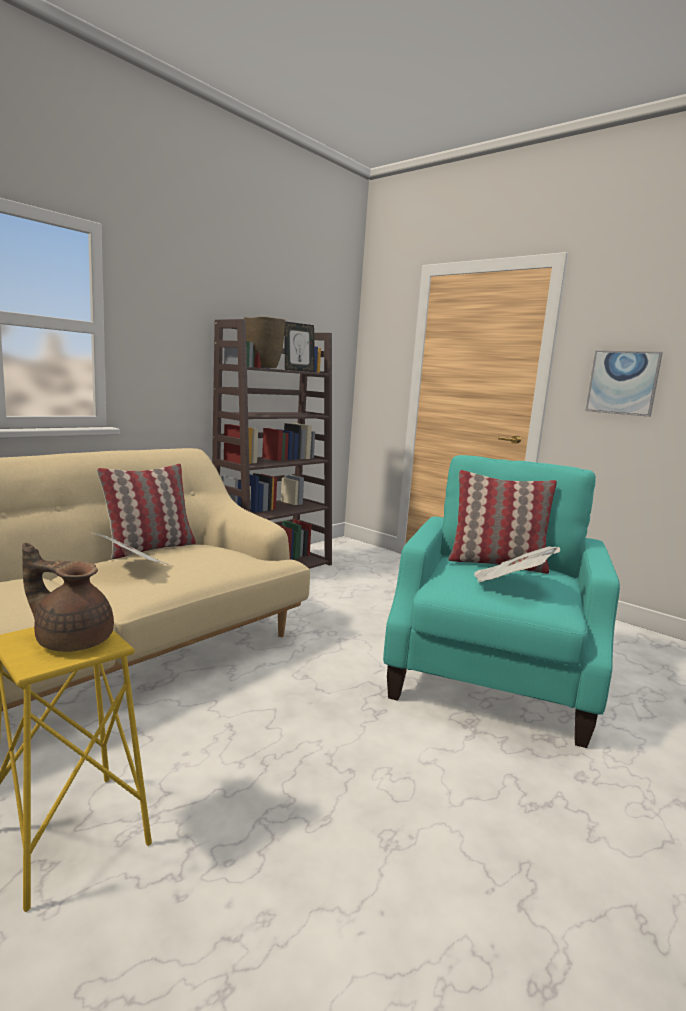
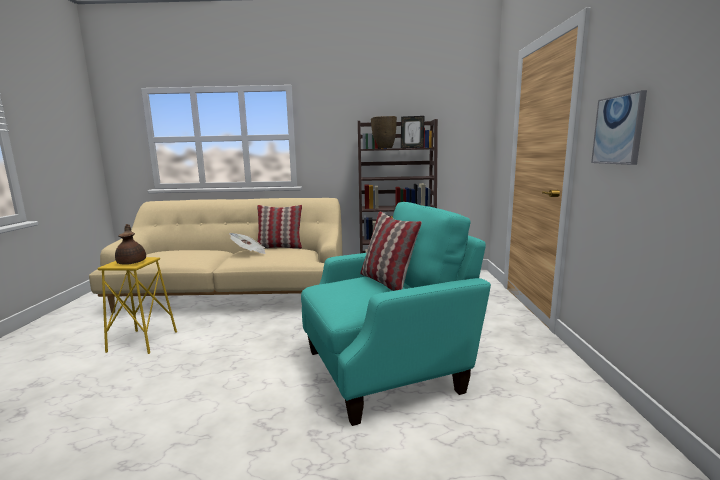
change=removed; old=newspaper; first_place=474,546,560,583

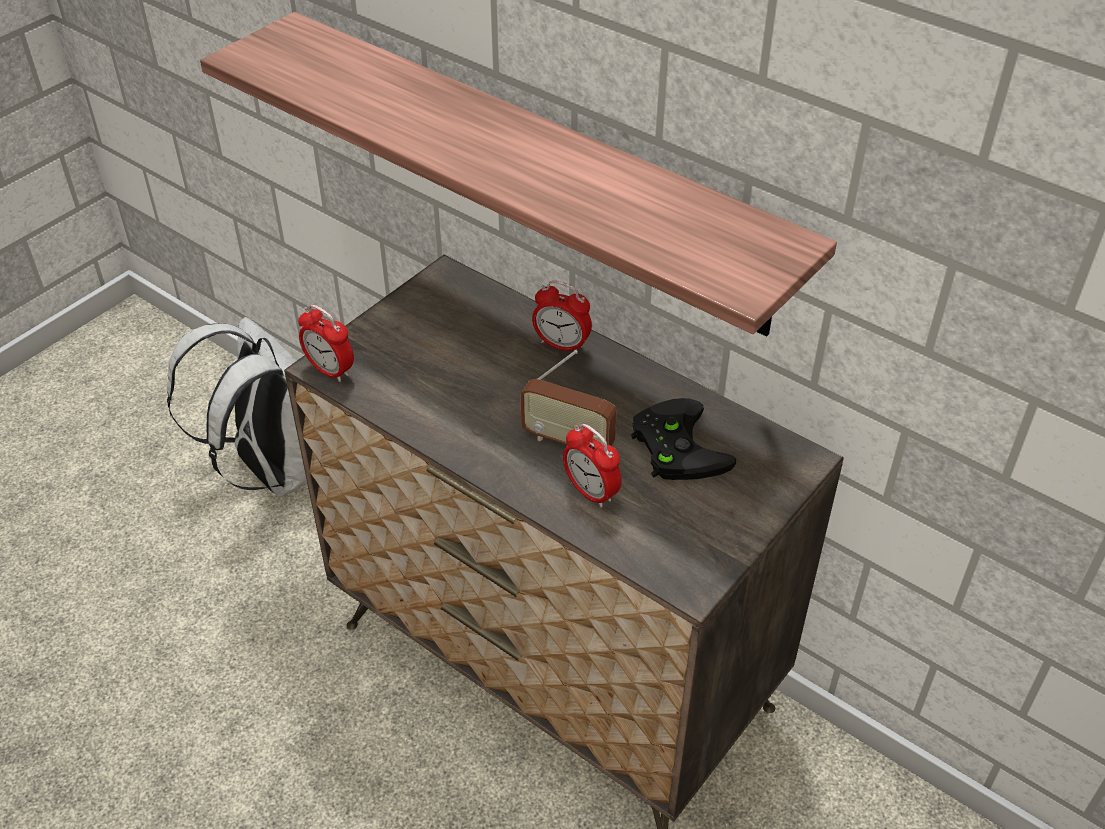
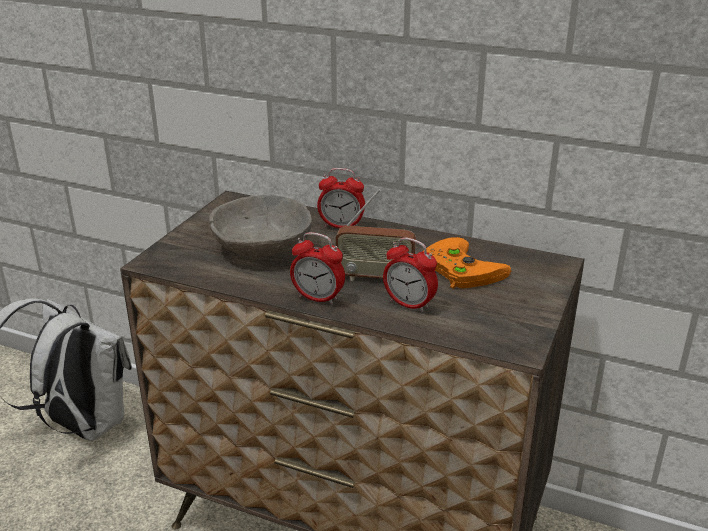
change=added; new=greyish deep dish; second_place=209,195,312,257
change=moved; old=table clock; first_place=298,305,354,382; second_place=290,232,345,305
change=recoloured; old=black-coloured joypad; new=orangey joypad; first_place=631,398,736,480; second_place=422,237,511,289
change=removed; old=wall shelf; first_place=200,12,837,337

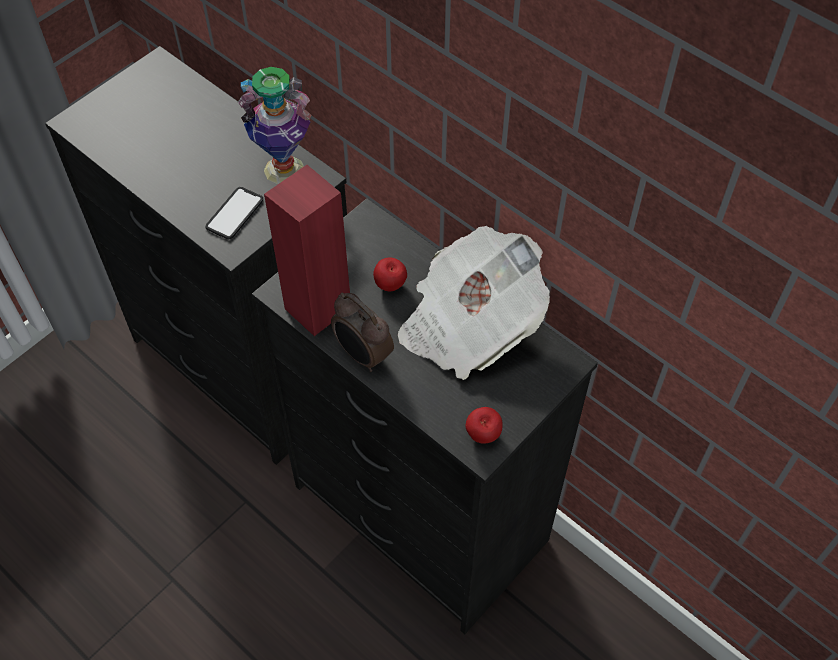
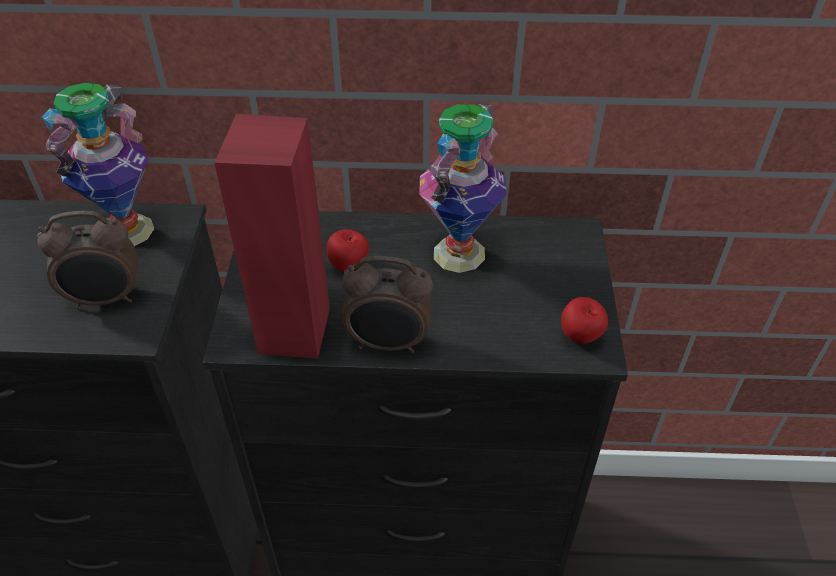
change=replaced; old=phone; new=table clock; first_place=205,187,263,239; second_place=37,210,138,309
change=replaced; old=newspaper; new=decorative vase; first_place=398,226,550,380; second_place=419,103,507,273

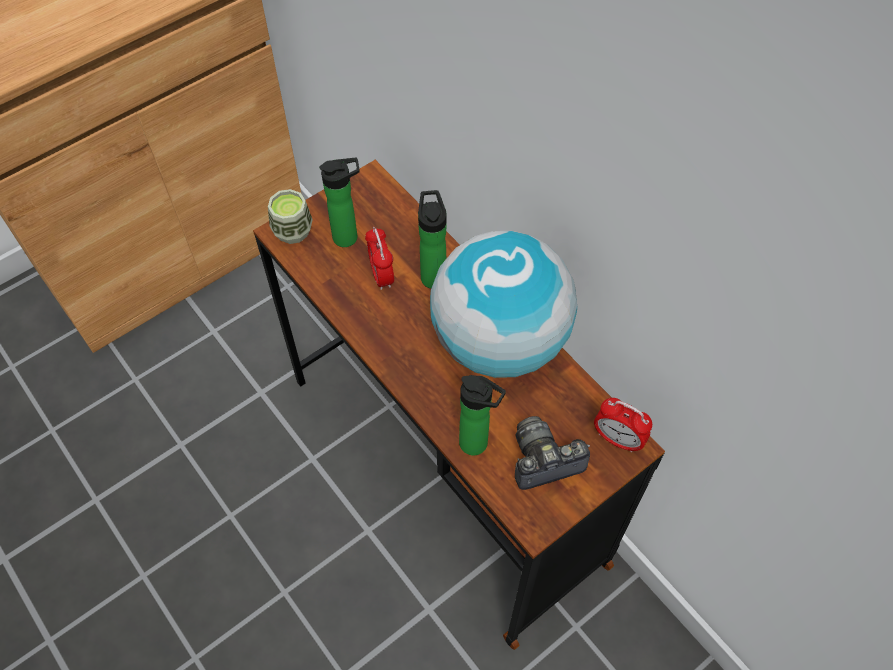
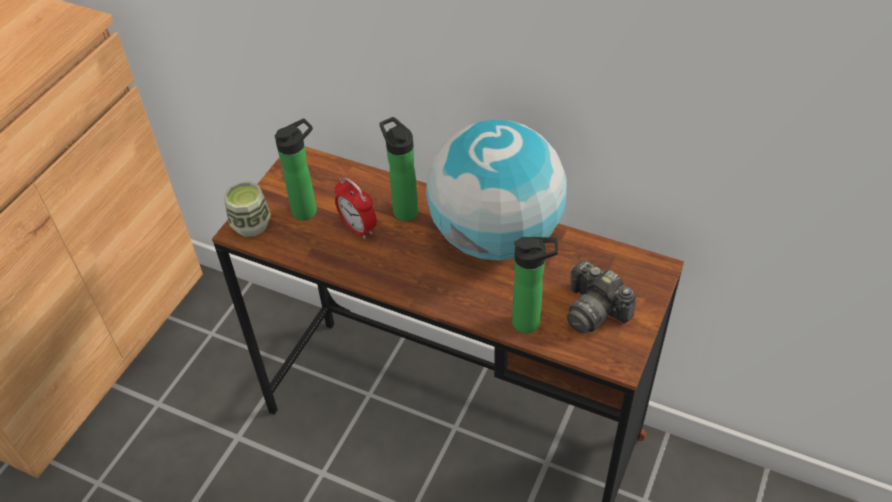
change=turned; old=photo camera; first_place=515,416,590,490; second_place=567,260,636,333; degrees=-90
change=removed; old=table clock; first_place=594,398,652,452

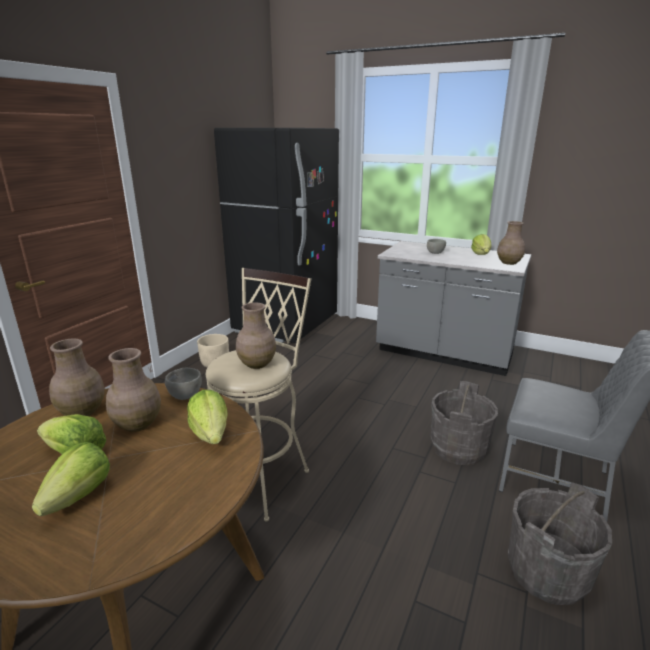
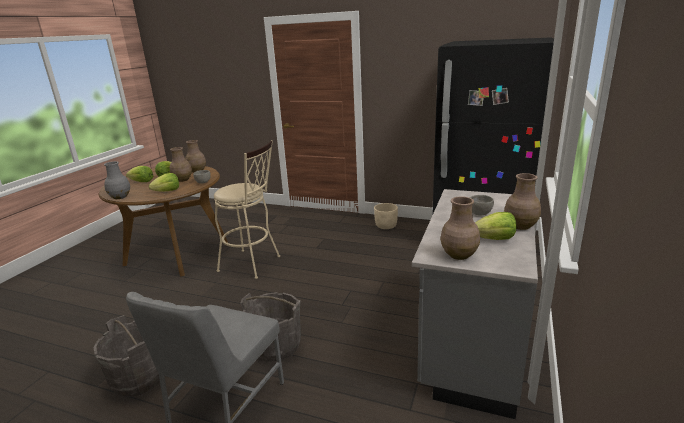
change=added; new=greyish decorative vase; second_place=104,161,130,199
change=moved; old=brown decorative vase; first_place=236,302,276,369; second_place=504,173,541,230

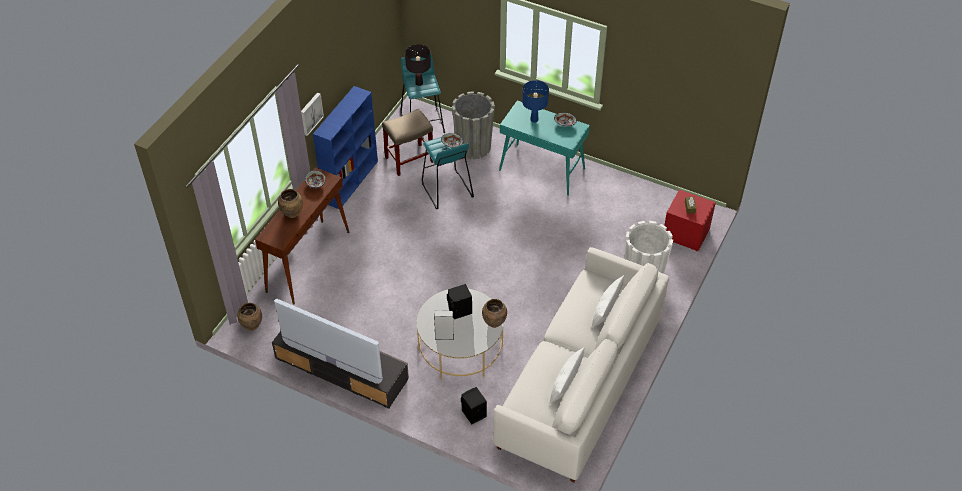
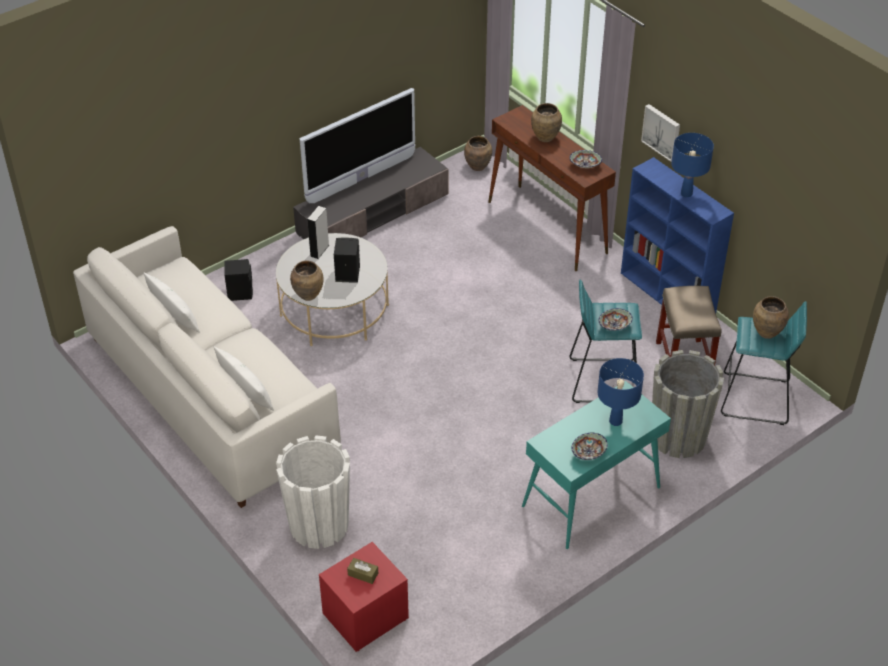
change=added; new=blue-coloured table lamp; second_place=671,133,714,197
change=replaced; old=black-coloured table lamp; new=brown decorative vase; first_place=405,44,431,86; second_place=753,296,789,339

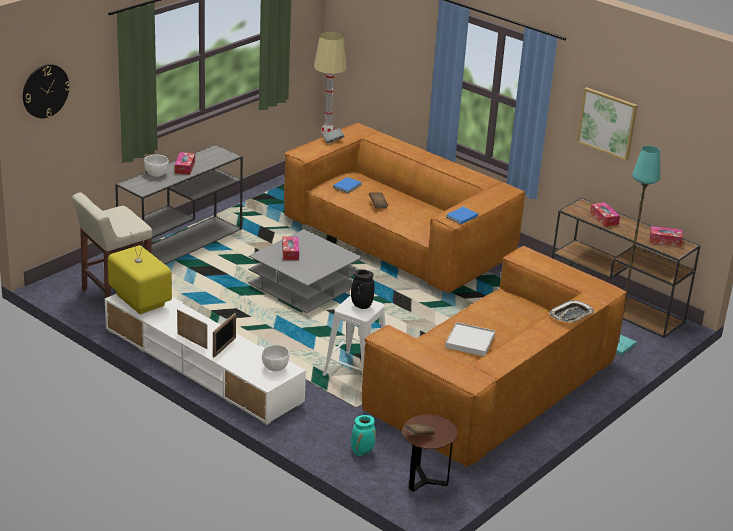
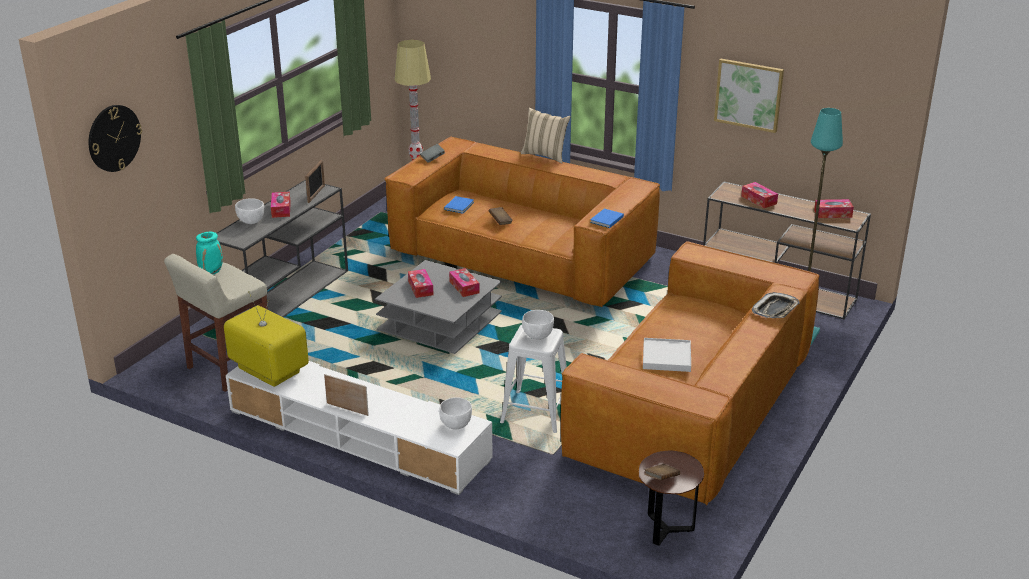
change=moved; old=turquoise decorative vase; first_place=351,415,376,456; second_place=196,232,223,275
change=moved; old=photo frame; first_place=213,313,236,358; second_place=305,160,325,203
change=added; new=tissue holder; second_place=449,268,480,297
change=added; new=sand-coloured pillow; second_place=521,108,571,163
change=replaced; old=black-coloured decorative vase; new=white deep dish; first_place=351,269,375,309; second_place=522,310,554,339

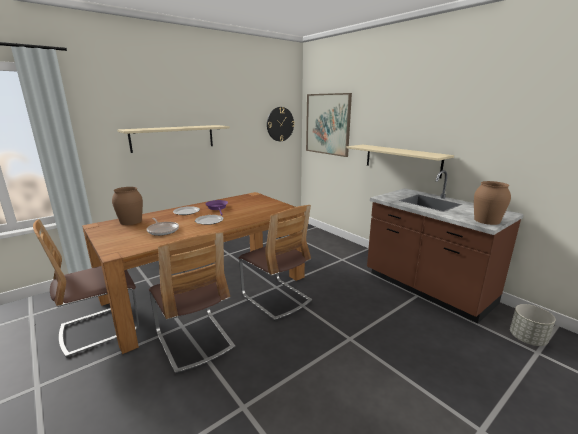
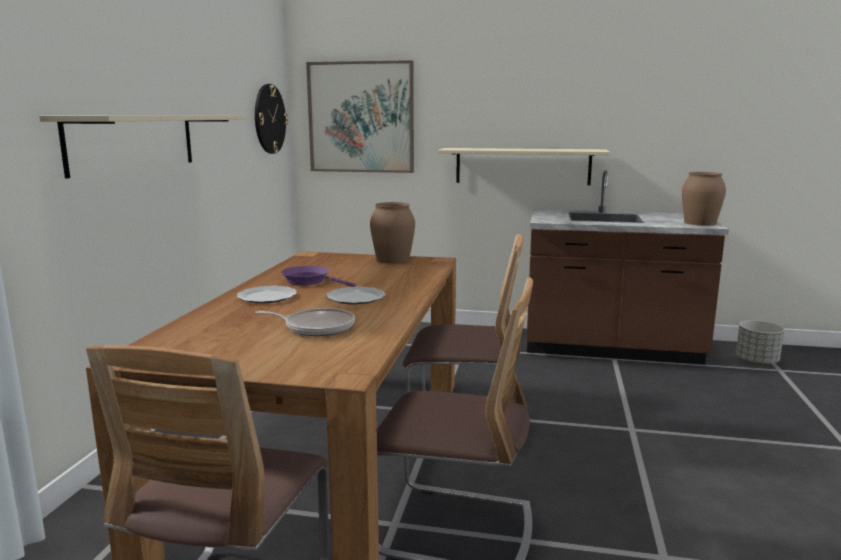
change=moved; old=brown decorative vase; first_place=112,187,143,225; second_place=370,202,415,263

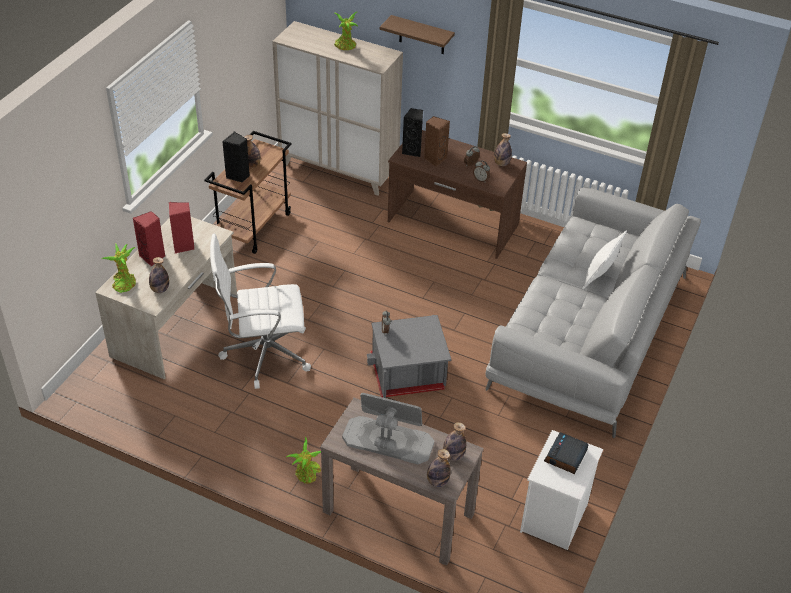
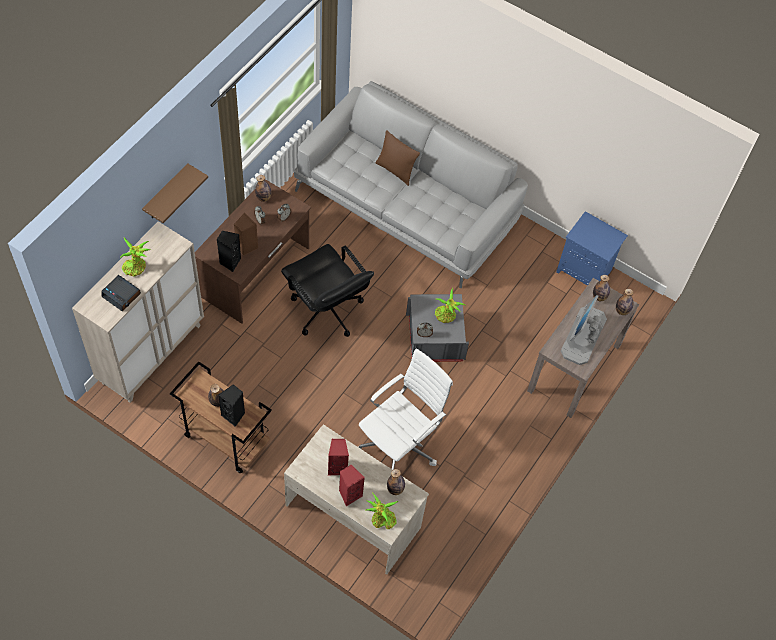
change=moved; old=table clock; first_place=544,432,589,474; second_place=101,275,141,311
change=added; new=black-coloured office chair; second_place=281,244,374,337
change=turned; old=white office chair; first_place=210,234,311,389; second_place=359,348,453,470; degrees=-135
change=recoloured; old=white pillow; new=brown pillow; first_place=582,230,627,290; second_place=376,130,420,186
change=moved; old=houseplant; first_place=286,436,321,484; second_place=435,288,465,323
change=recoloured; old=white bedside table; new=blue-coloured bedside table; first_place=520,430,603,550; second_place=556,211,628,286

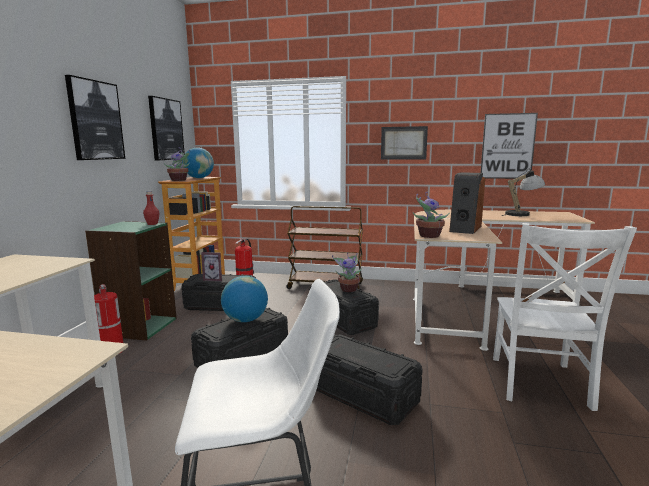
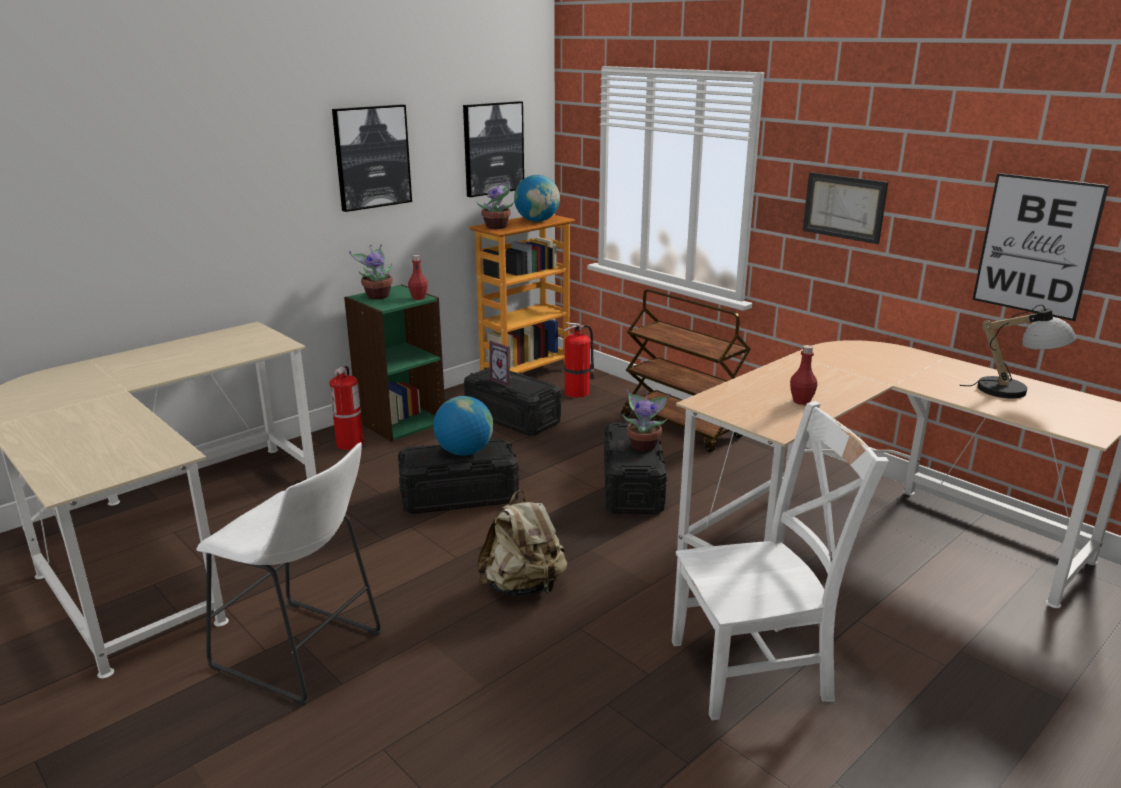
change=moved; old=houseplant; first_place=413,192,449,238; second_place=349,244,393,299
change=replaced; old=black-coloured storage bin; new=sand-coloured backpack; first_place=316,335,423,425; second_place=477,490,567,596
change=turned; old=white chair; first_place=493,223,637,411; second_place=672,401,889,721; degrees=-150
change=replaced; old=audio speaker; new=reddish beverage bottle; first_place=449,172,485,234; second_place=790,345,817,405

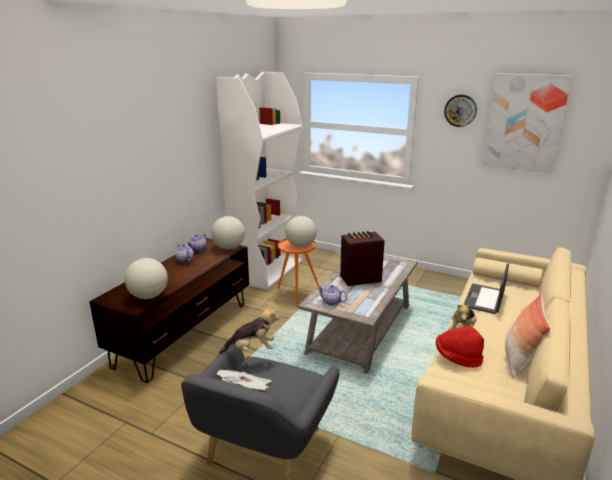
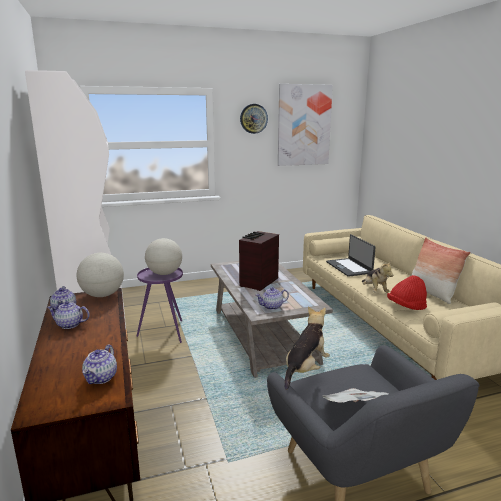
change=replaced; old=globe; new=pot for tea; first_place=125,258,168,299; second_place=82,344,117,384
change=recoloured; old=orangey side table; new=purple-coloured side table; first_place=278,238,319,306; second_place=137,268,183,343

